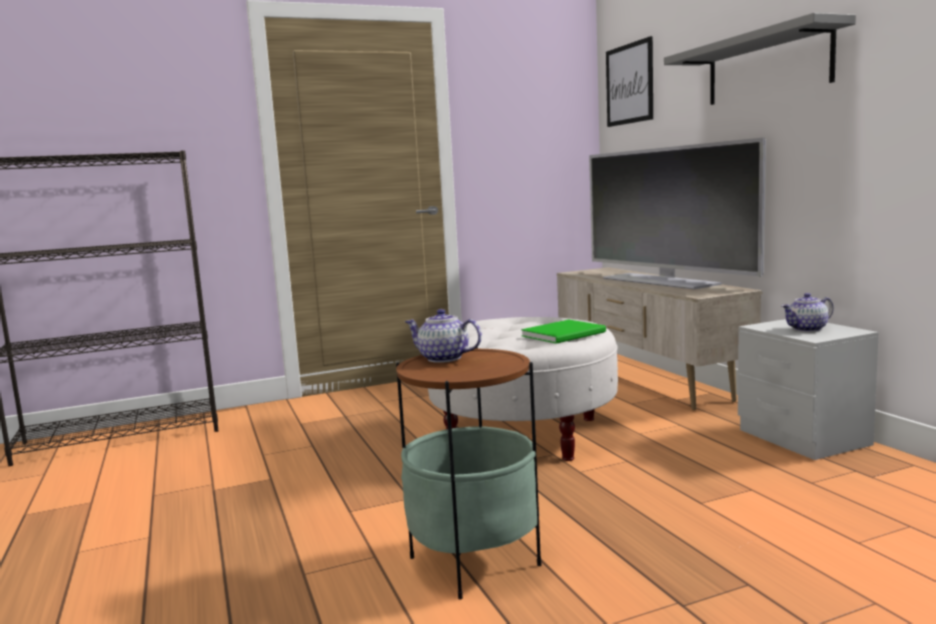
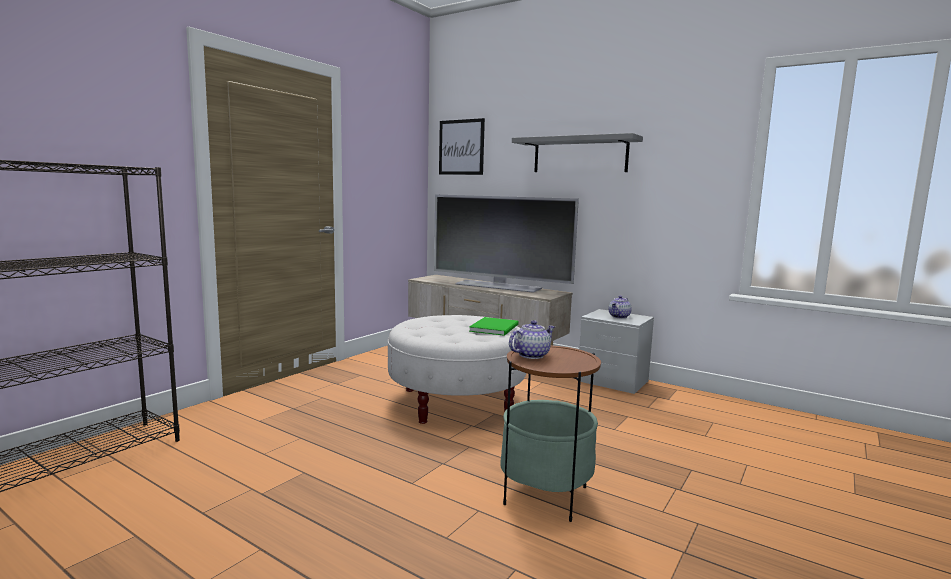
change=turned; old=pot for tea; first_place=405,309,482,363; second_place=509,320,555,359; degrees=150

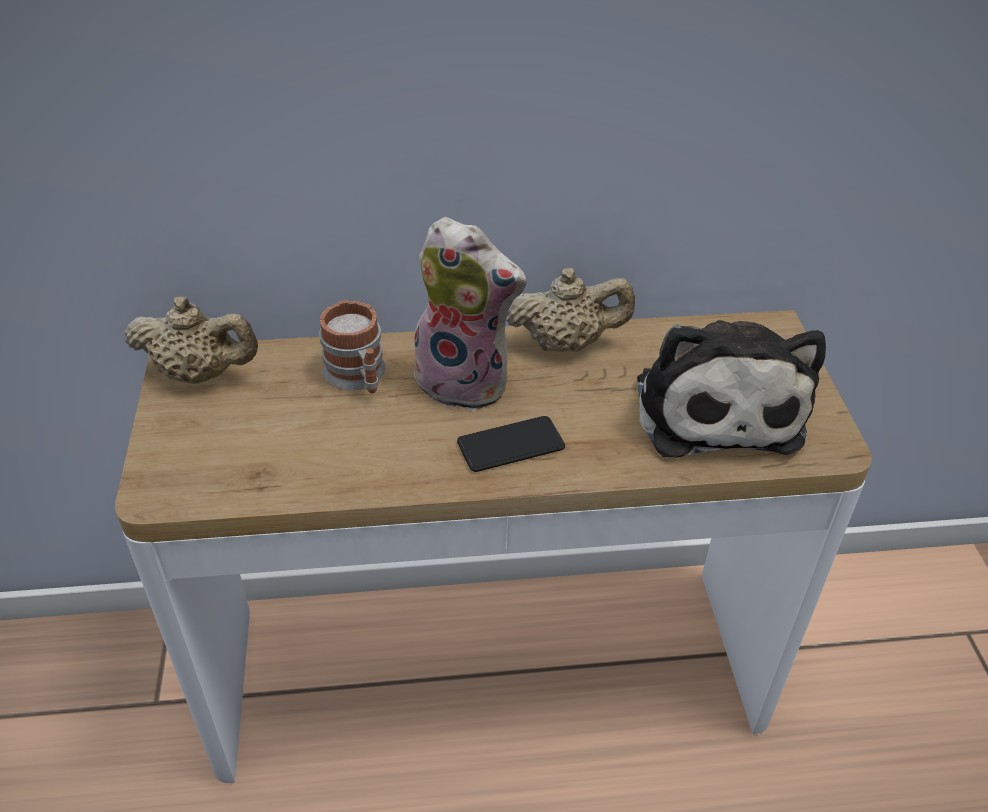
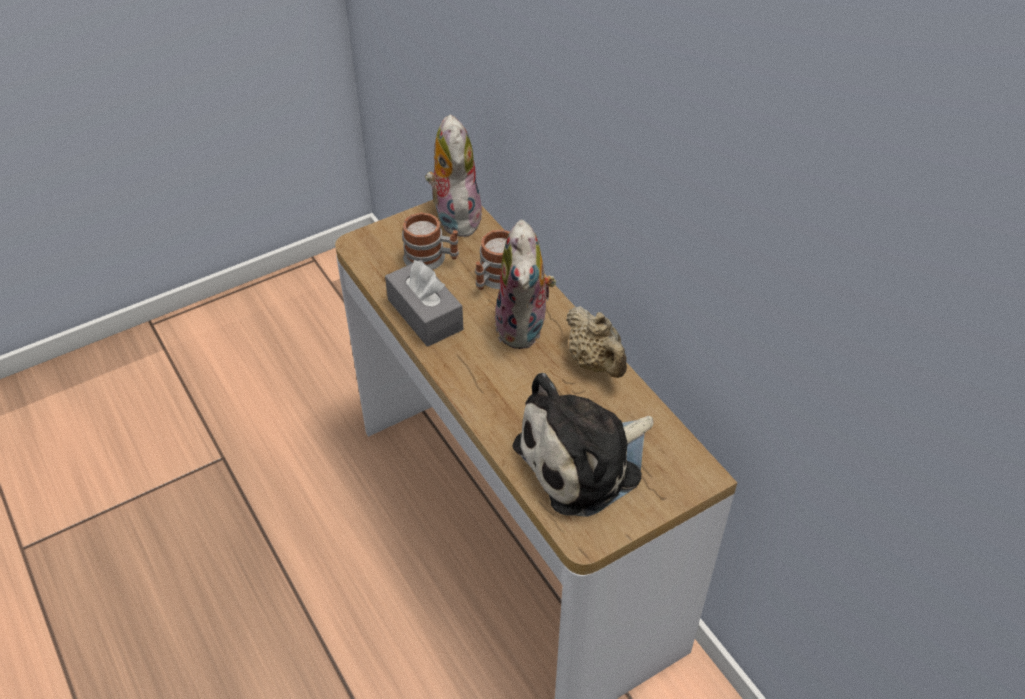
change=added; new=greyish tissue holder; second_place=385,260,463,347
change=added; new=coffee mug; second_place=402,212,459,270
change=replaced; old=sand-coloured pot for tea; new=cuddly toy; first_place=124,296,258,384; second_place=425,114,482,237
change=removed; old=phone; first_place=457,416,565,472

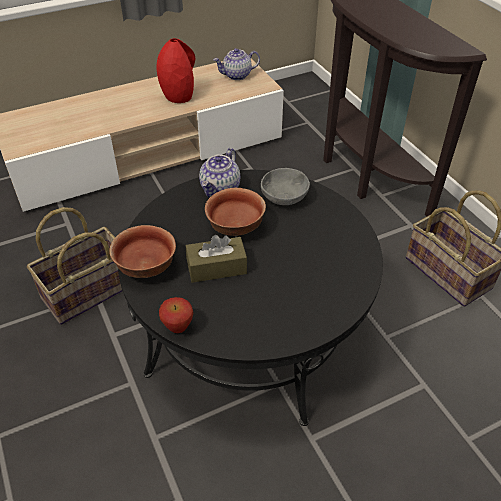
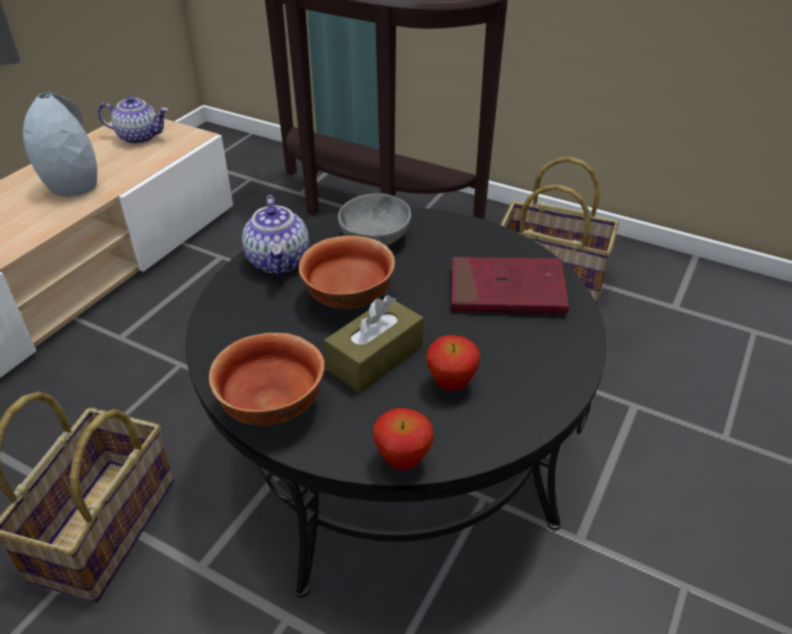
change=recoloured; old=reddish decorative vase; new=greyish decorative vase; first_place=156,38,195,103; second_place=23,93,97,197
change=turned; old=pot for tea; first_place=213,48,260,80; second_place=98,96,168,144; degrees=-120
change=added; new=apple; second_place=427,335,480,391
change=added; new=reddish book; second_place=451,257,569,314

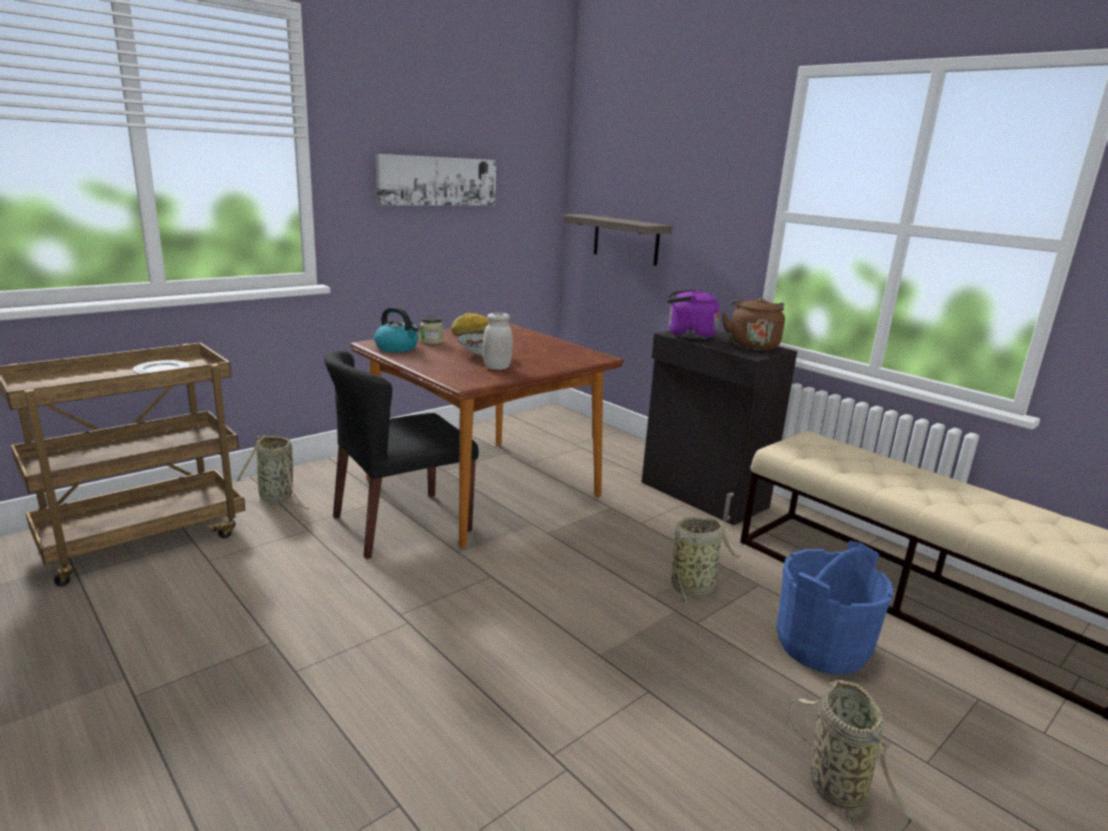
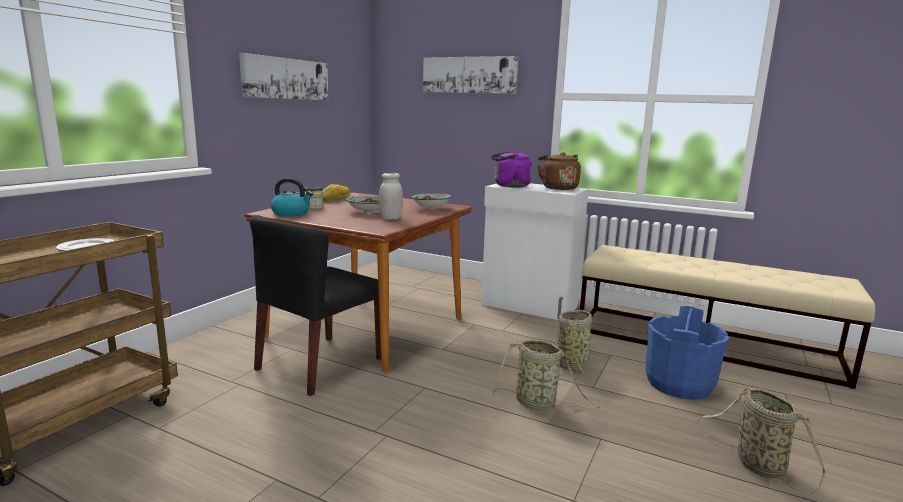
change=added; new=deep dish; second_place=411,193,452,209
change=added; new=wall picture; second_place=423,56,518,94
change=recoloured; old=black-coloured cabinet; new=white cabinet; first_place=641,331,797,525; second_place=481,183,589,320
change=moved; old=household basket; first_place=236,435,308,509; second_place=493,339,600,410
change=removed; old=wall shelf; first_place=563,214,673,266

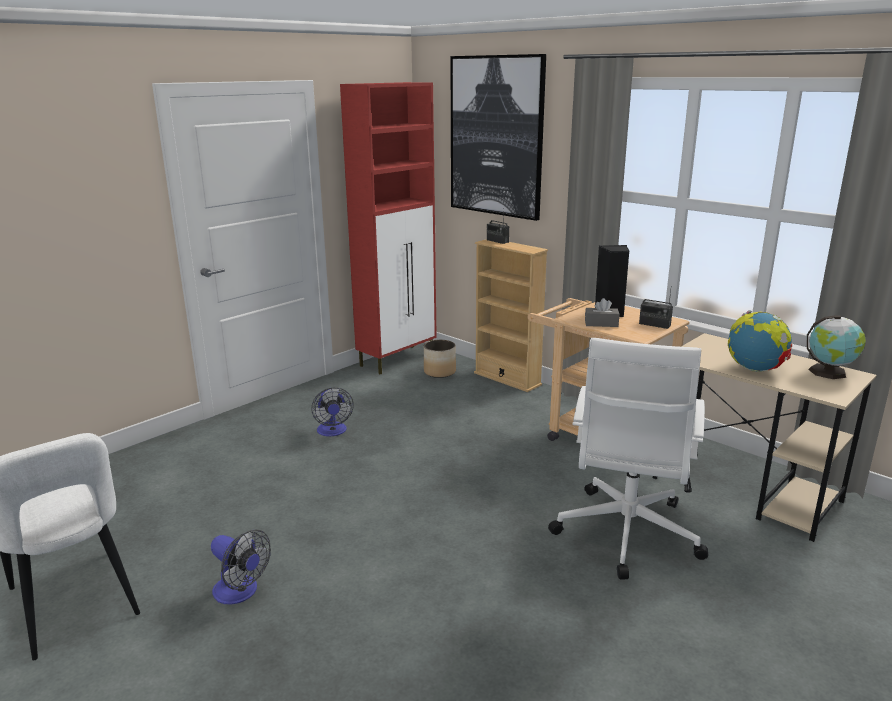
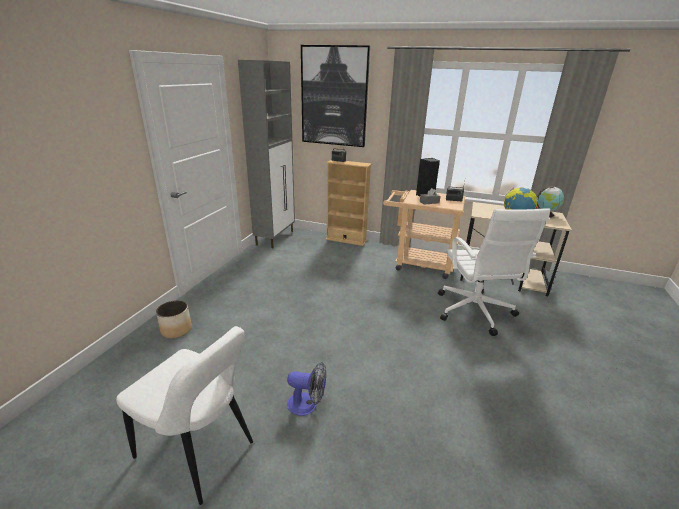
change=moved; old=flower pot; first_place=424,340,456,378; second_place=156,300,192,338
change=recoloured; old=reddish cabinet; new=greyish cabinet; first_place=340,82,437,374; second_place=238,60,295,248
change=removed; old=cooling fan; first_place=311,387,354,437

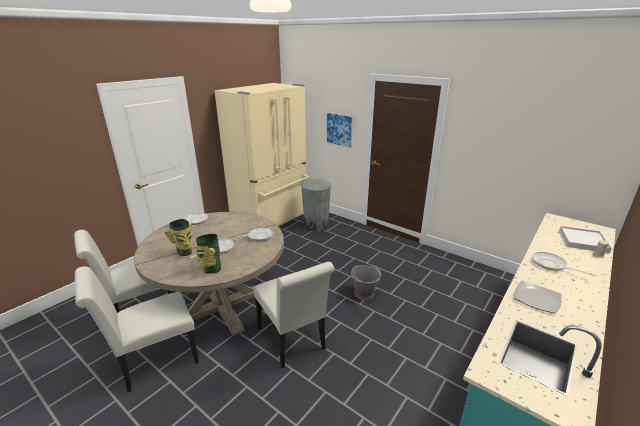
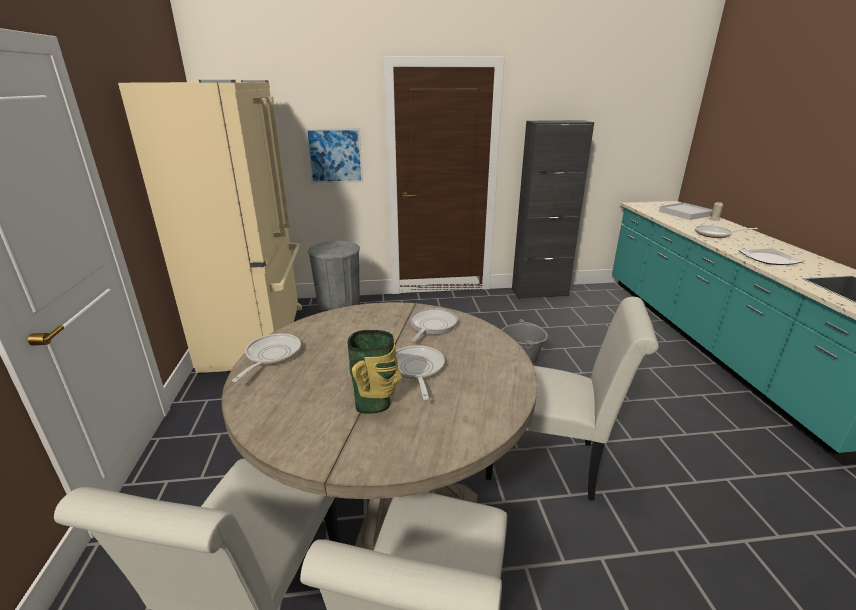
change=added; new=black-coloured cabinet; second_place=512,120,594,299
change=removed; old=decorative vase; first_place=195,234,221,274

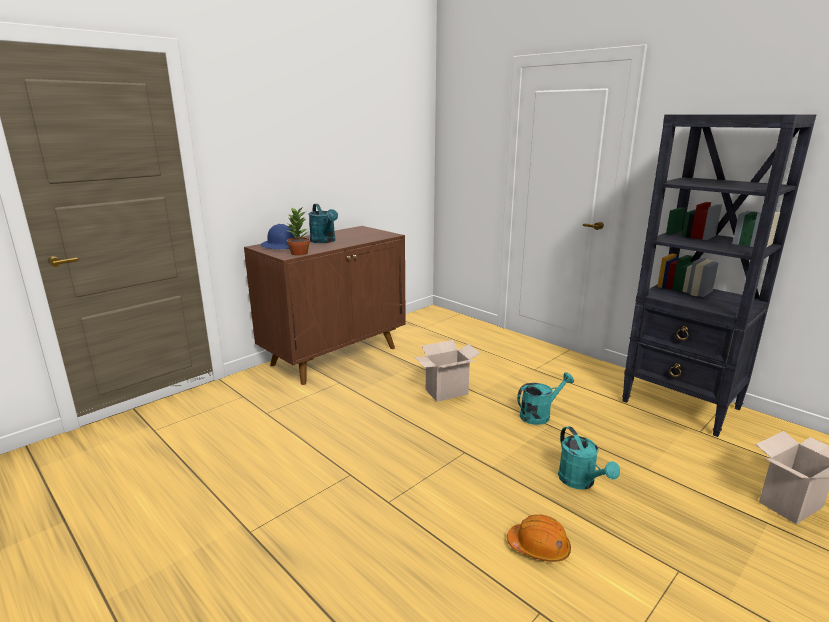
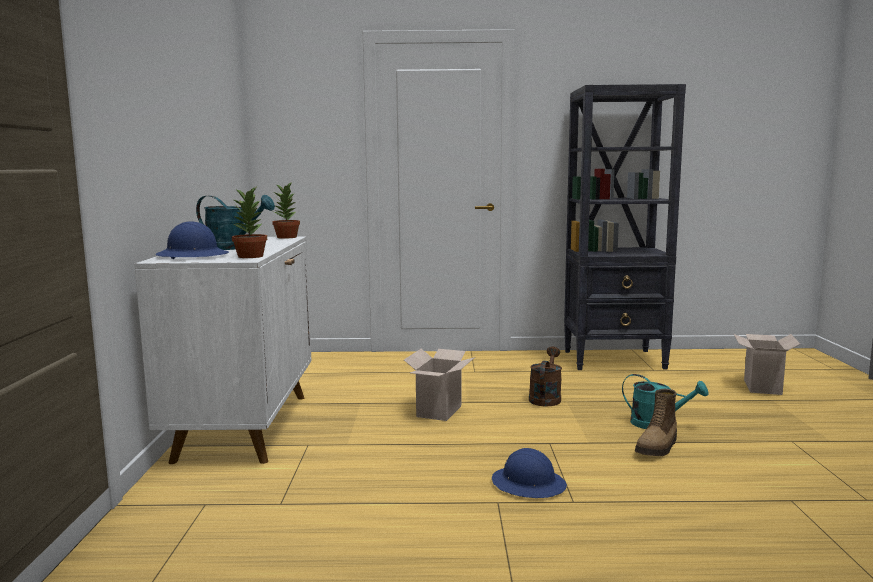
change=recoloured; old=brown cabinet; new=white cabinet; first_place=244,226,406,385; second_place=135,236,312,464
change=added; new=houseplant; second_place=272,182,300,239
change=added; new=blue-coloured hard hat; second_place=492,448,567,498
change=recoloured; old=turquoise watering pot; new=brown watering pot; first_place=517,372,574,425; second_place=529,347,562,406
change=added; new=boot; second_place=635,389,677,456
change=removed; old=orangey hard hat; first_place=507,514,571,562

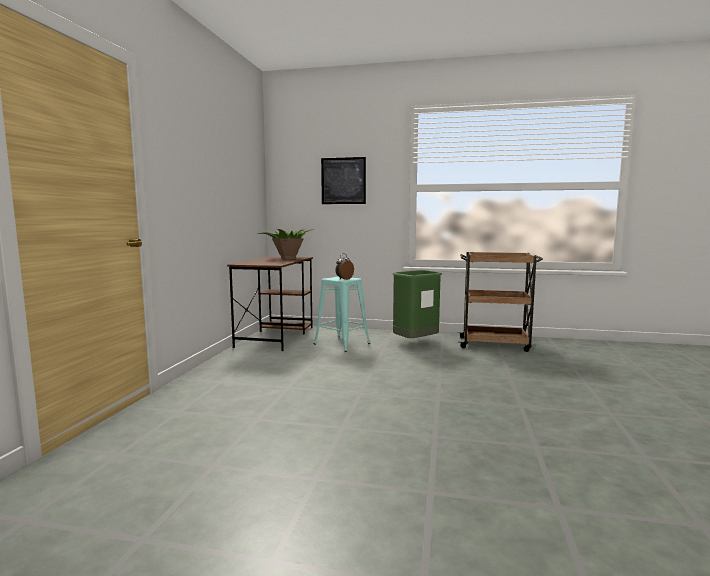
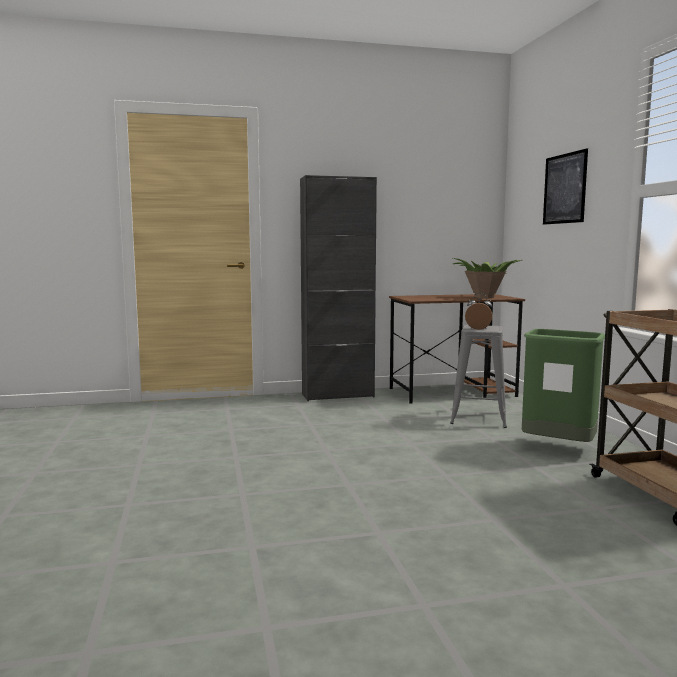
change=added; new=black-coloured cabinet; second_place=300,175,377,401
change=recoloured; old=turquoise sitting stool; new=greyish sitting stool; first_place=314,276,370,352; second_place=450,325,507,428

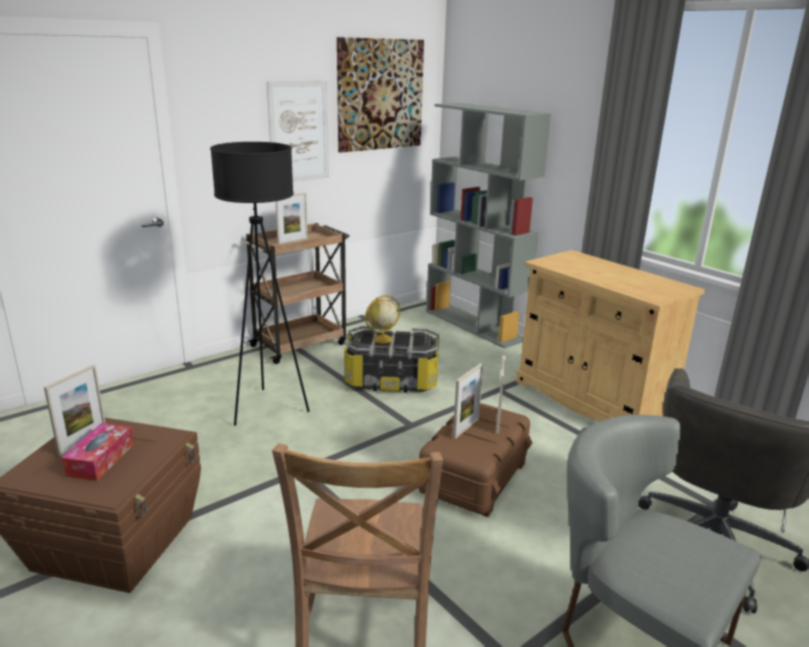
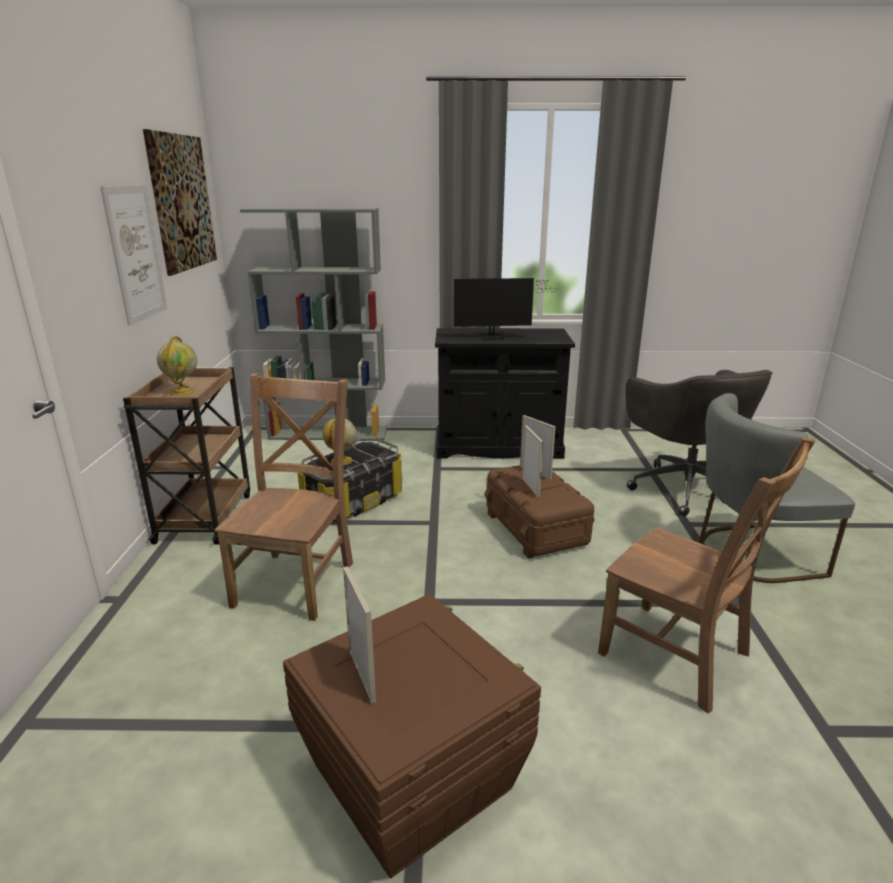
change=replaced; old=photo frame; new=globe; first_place=276,193,308,244; second_place=157,336,197,395
change=replaced; old=black-coloured floor lamp; new=brown chair; first_place=210,142,310,426; second_place=214,373,353,621
change=recoloured; old=sand-coloured cabinet; new=black-coloured cabinet; first_place=516,250,705,422; second_place=435,328,575,459
change=added; new=monitor; second_place=454,278,555,340
change=removed; old=tissue holder; first_place=62,423,134,481

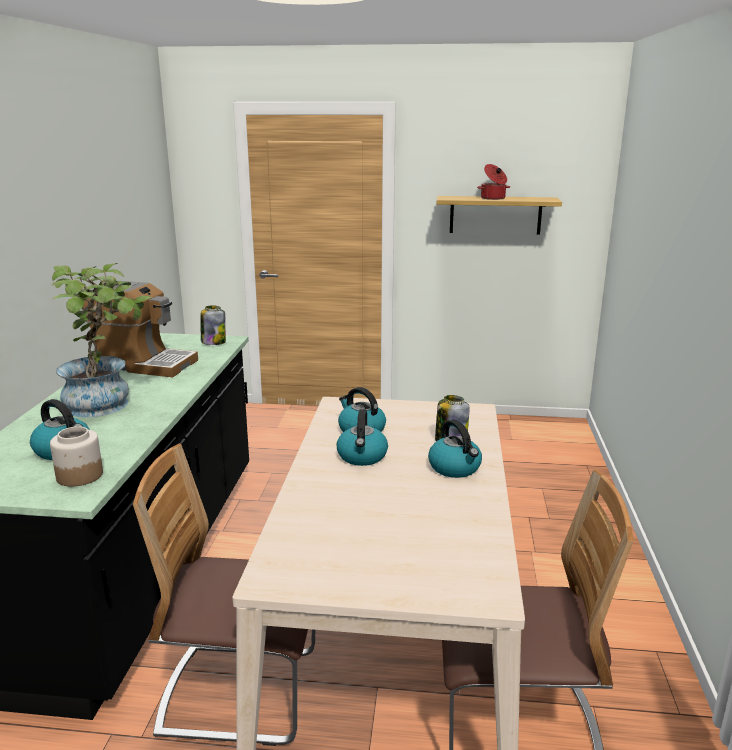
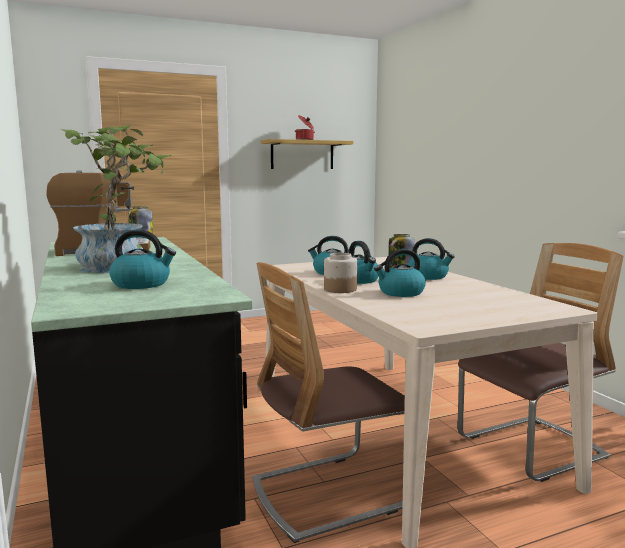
change=moved; old=jar; first_place=50,426,103,487; second_place=324,253,357,293
change=added; new=tea kettle; second_place=374,249,426,297

